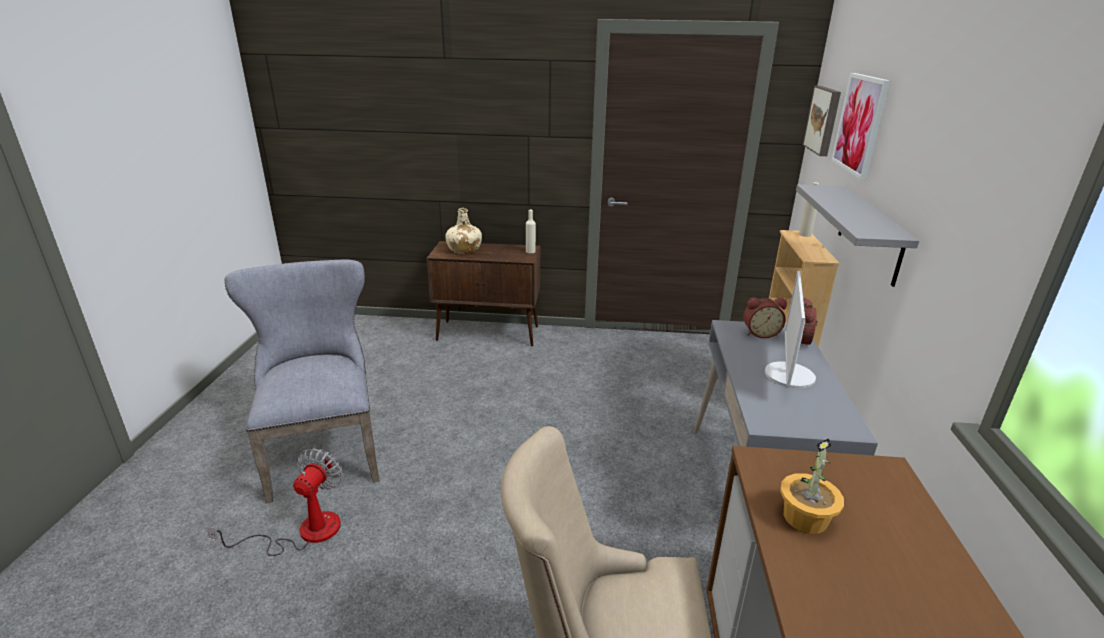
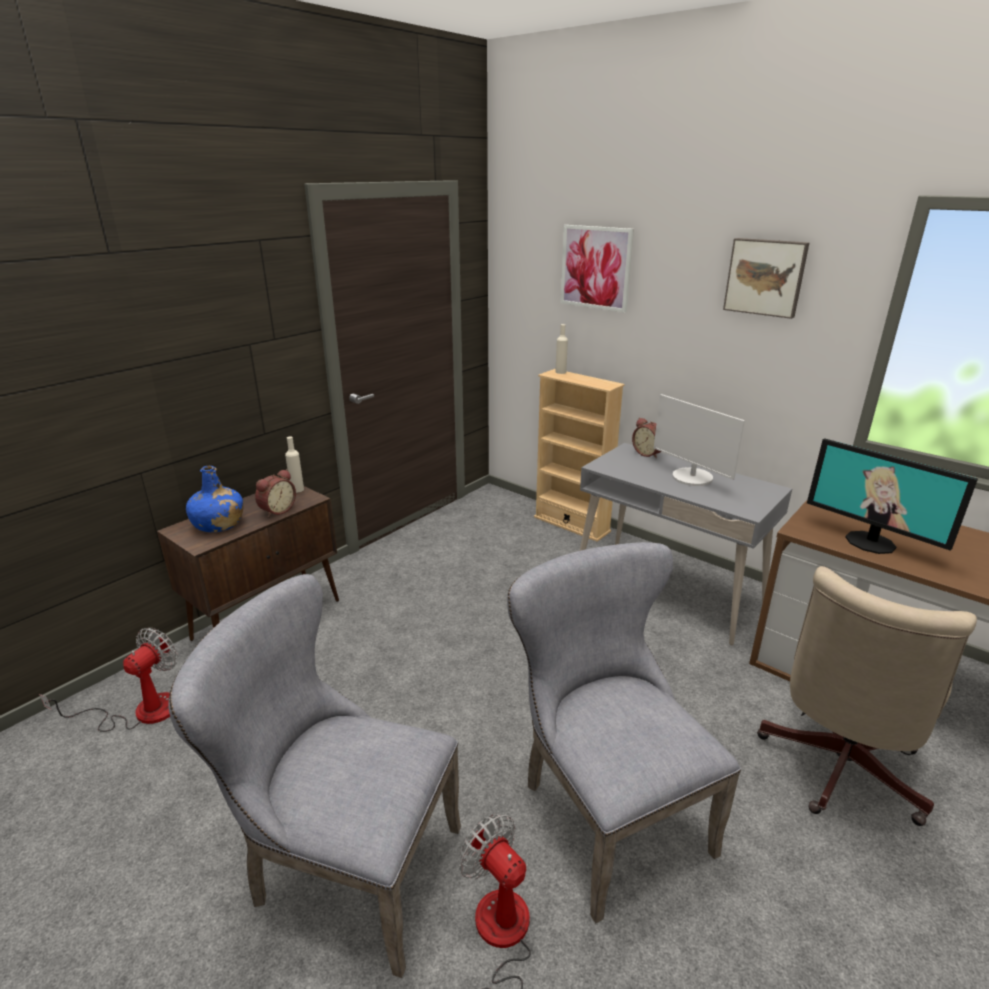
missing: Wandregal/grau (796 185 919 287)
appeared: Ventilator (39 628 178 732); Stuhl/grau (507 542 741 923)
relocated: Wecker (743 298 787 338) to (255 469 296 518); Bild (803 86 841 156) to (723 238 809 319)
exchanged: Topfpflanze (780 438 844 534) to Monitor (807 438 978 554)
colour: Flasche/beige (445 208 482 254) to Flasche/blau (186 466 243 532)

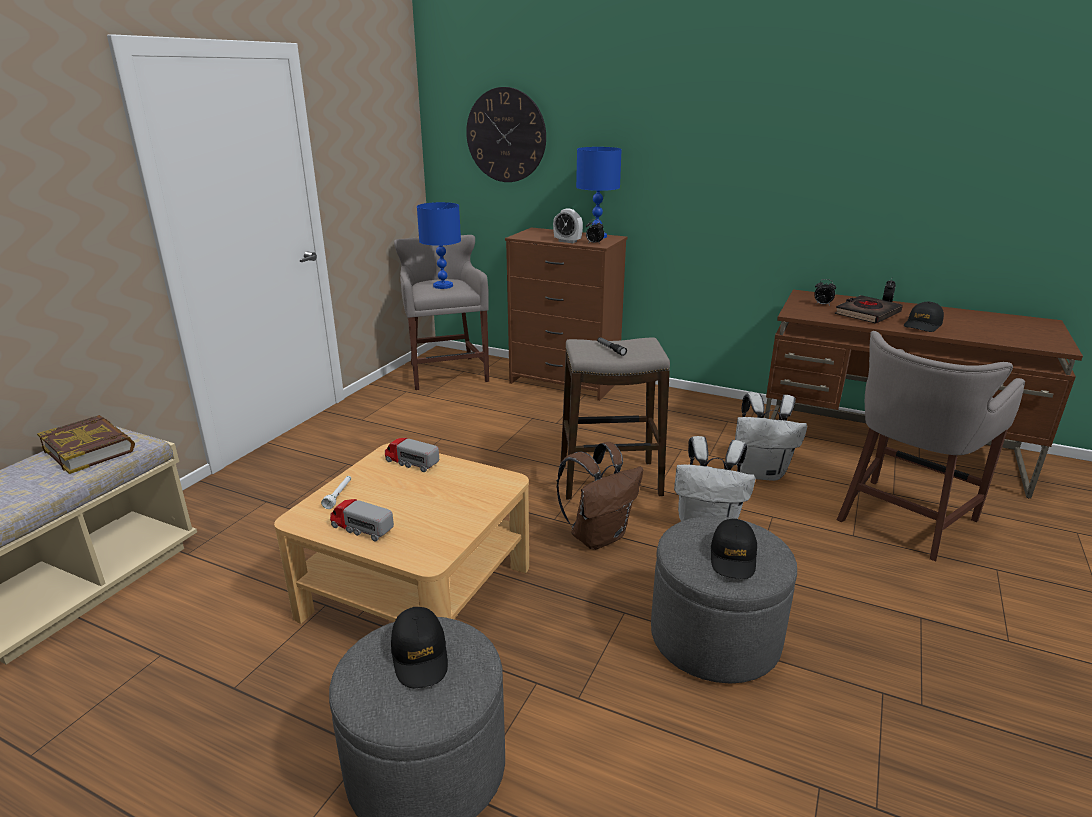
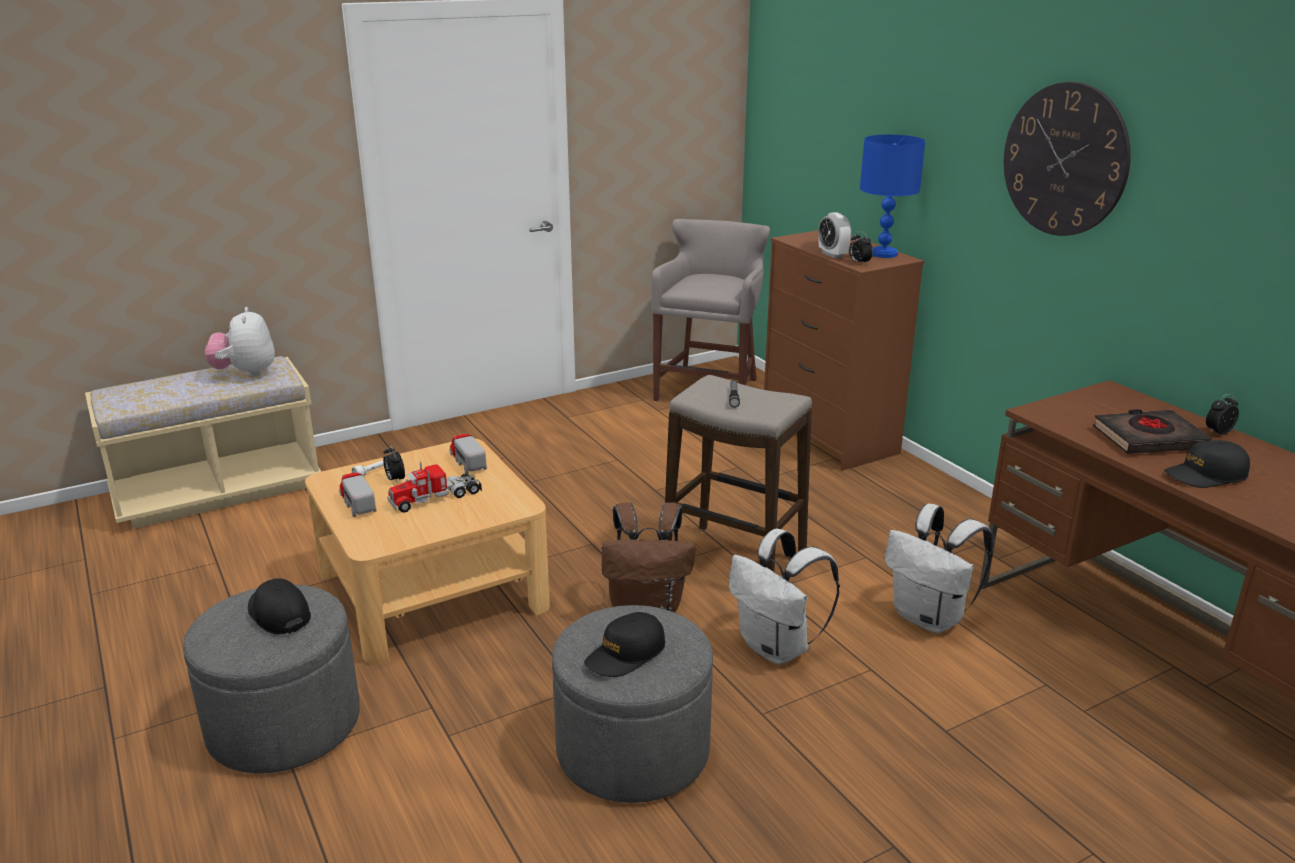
missing: Tischlampe/blau (417 202 461 289); Hocker/grau (837 331 1025 561)
appeared: Spielzeuglaster (387 462 482 513)
relocated: Wanduhr (466 87 546 182) to (1004 82 1131 236); Wecker (814 279 836 306) to (383 445 405 484)
exchanged: Buch (37 415 135 474) to Plüschtier (205 307 275 377)
spun: Kappe/schwarz (391 607 448 688) = (248 578 311 634) 120 degrees clockwise

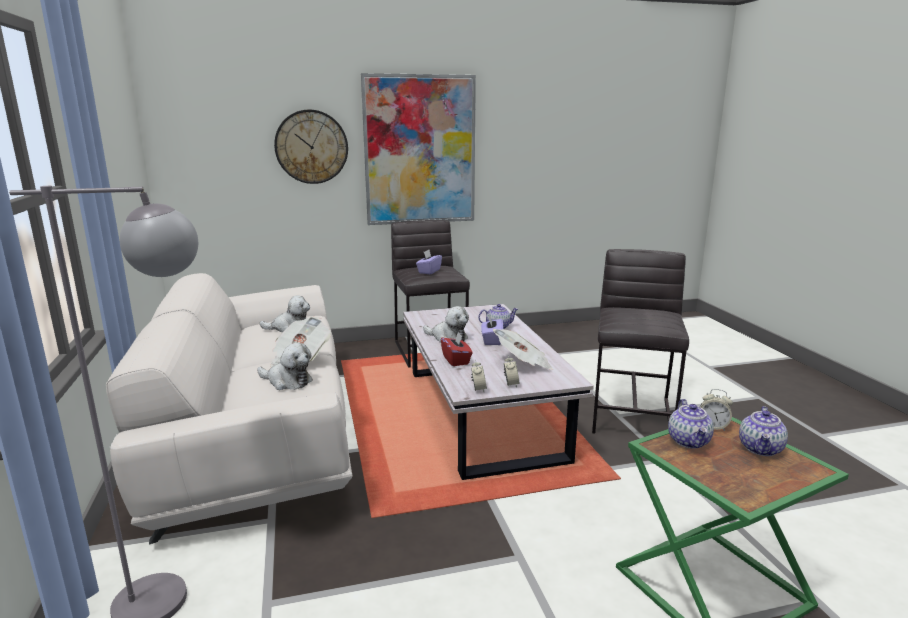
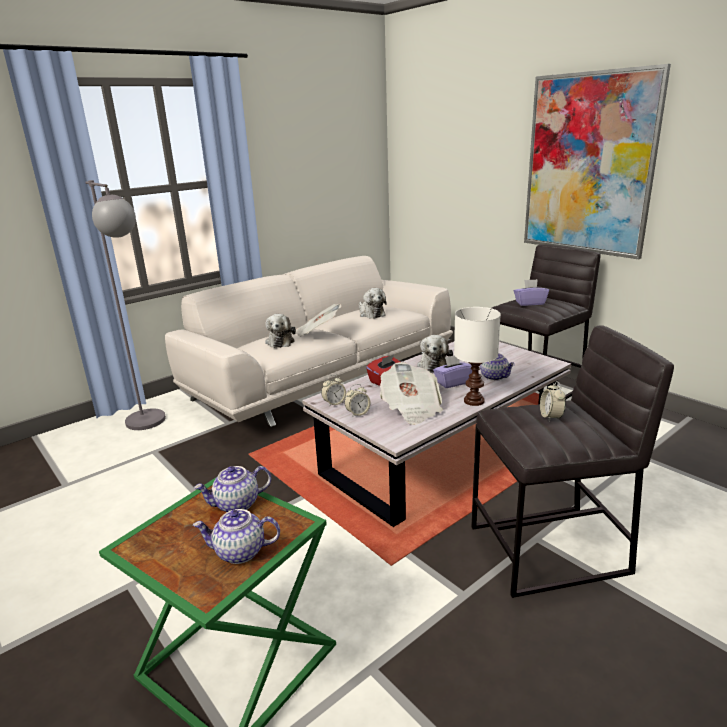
missing: Wanduhr (274 109 348 184)
appeared: Tischlampe/weiß (454 307 501 406)
relocated: Wecker (700 389 733 431) to (540 381 566 422)

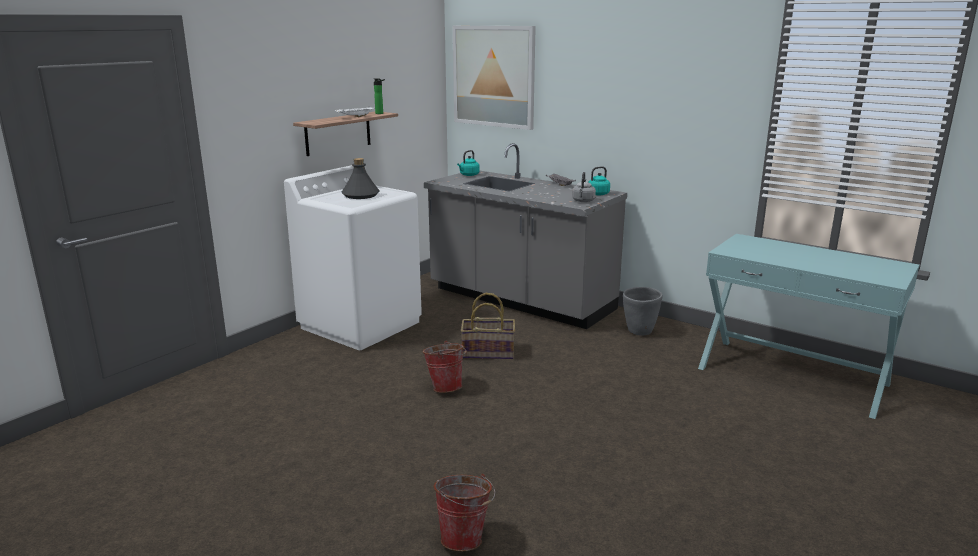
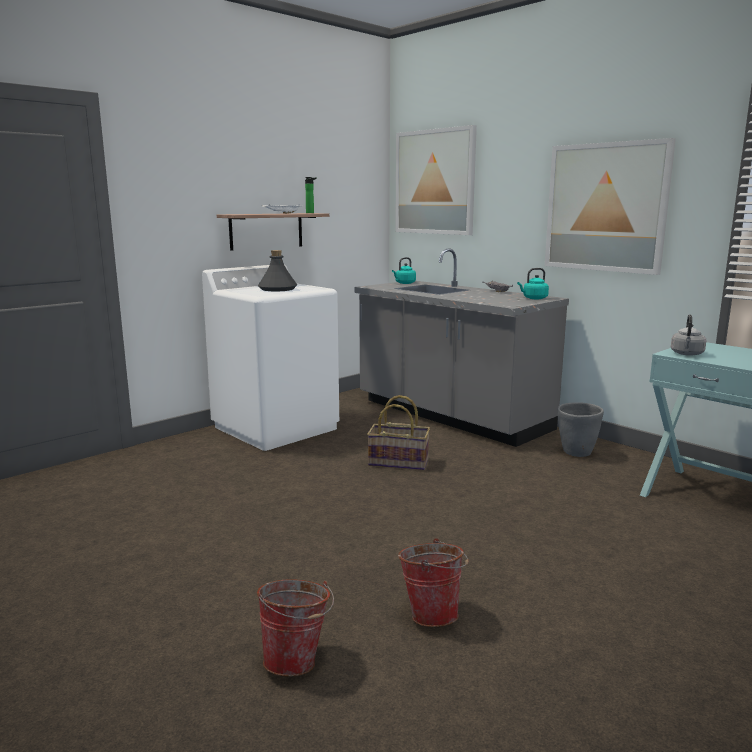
appeared: Bild (545 138 676 275)
relocated: Eimer (423 341 467 393) to (398 538 469 627); Wasserkessel/grau (572 172 596 202) to (671 314 707 356)

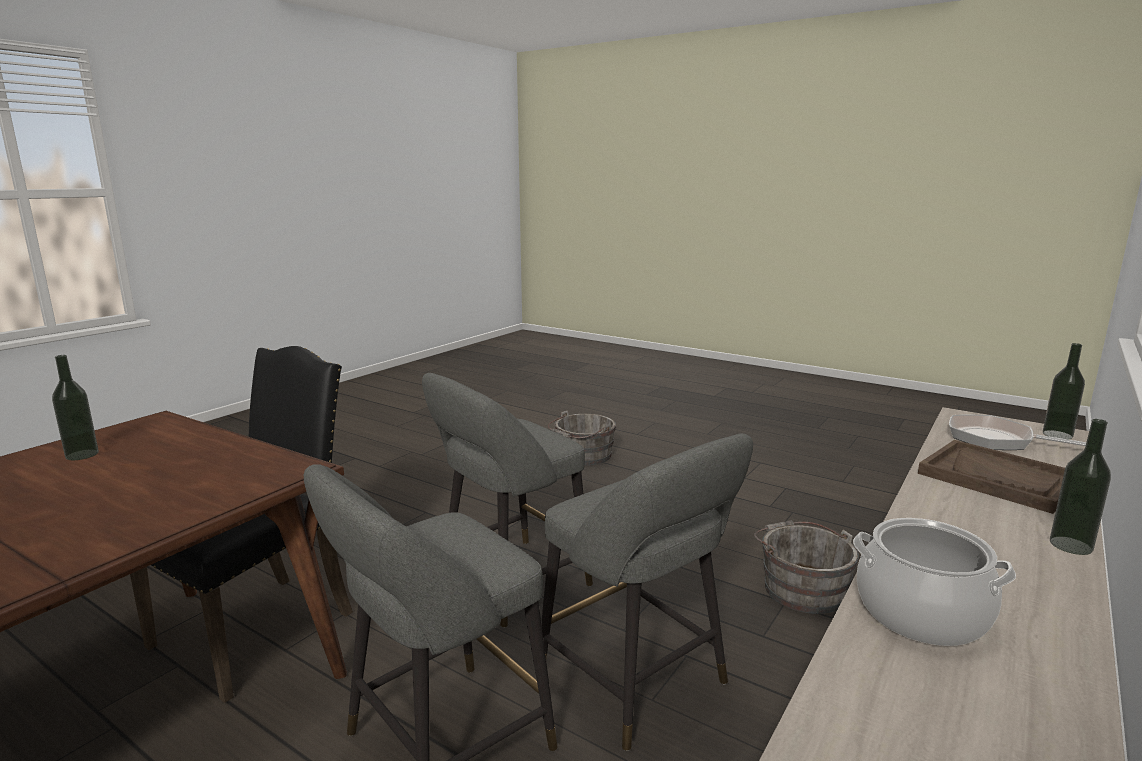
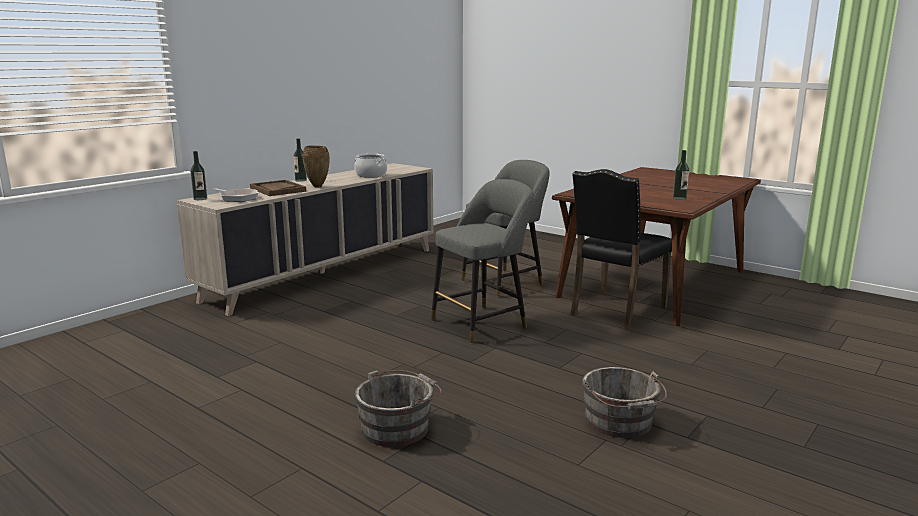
missing: Hocker/grau (541 434 753 751)
appeared: Vase/braun (303 145 330 188)
relocated: Eimer/grau (754 520 859 614) to (582 367 667 438)

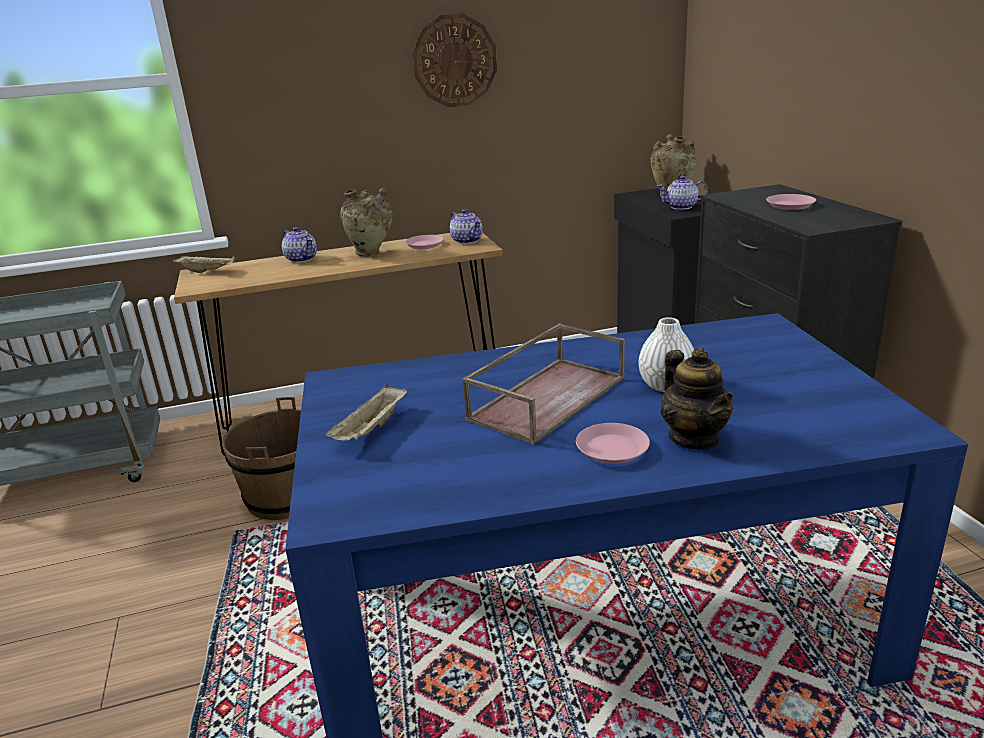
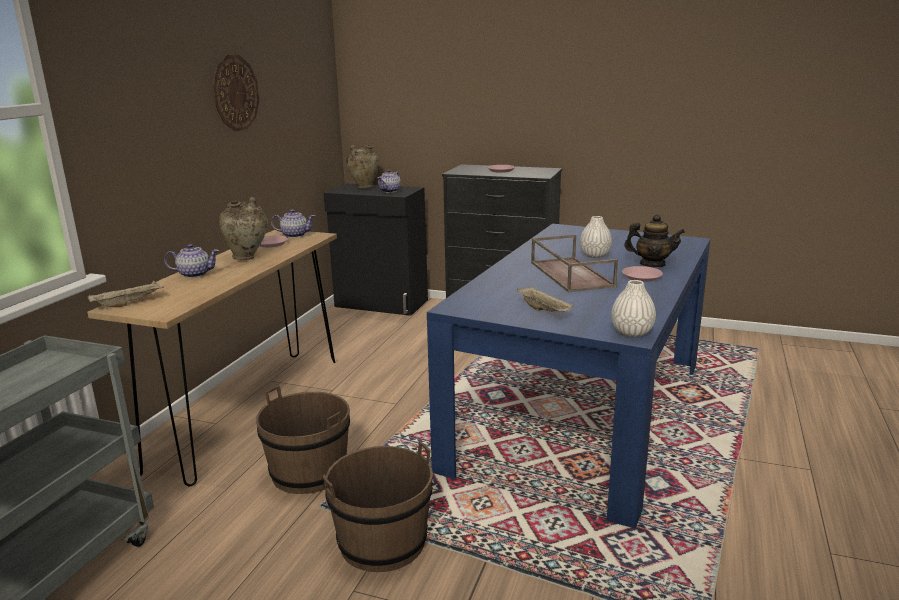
appeared: Eimer/braun (322 441 433 572); Vase/weiß (611 280 656 337)

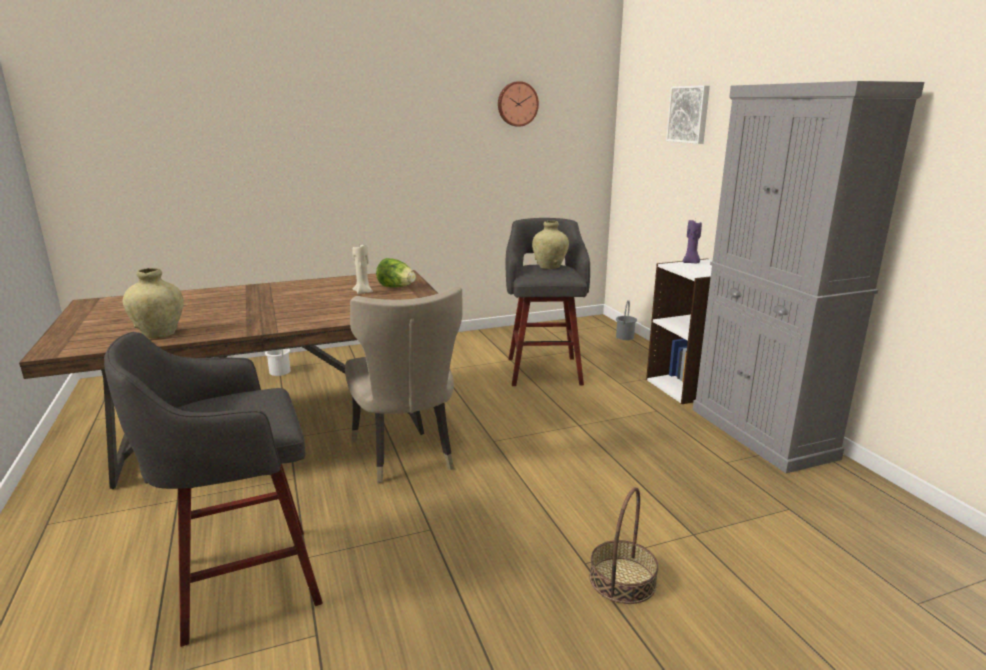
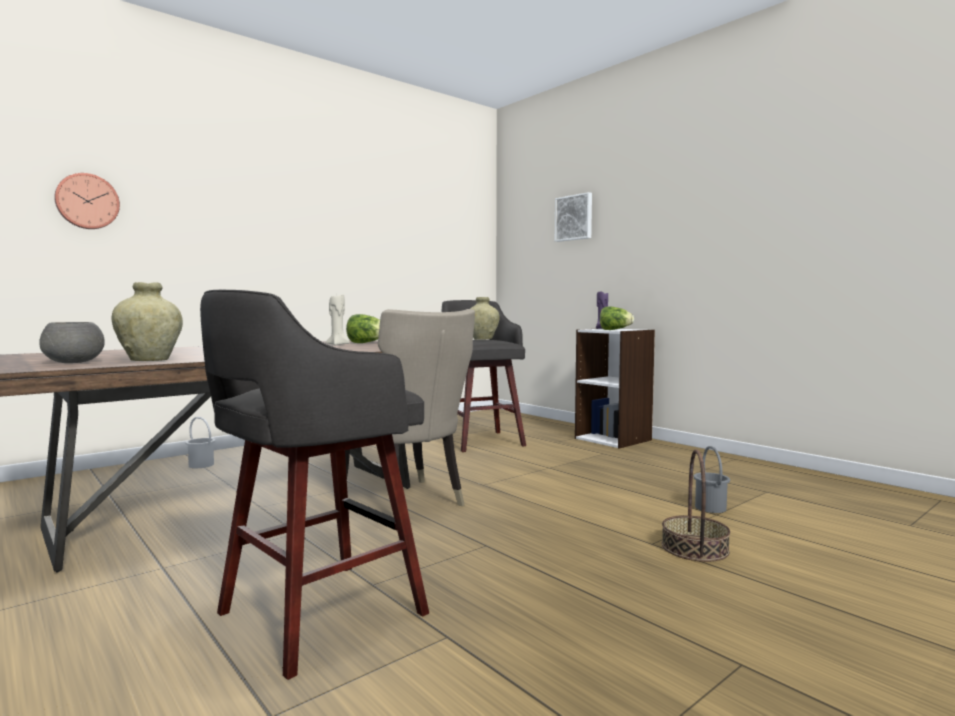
missing: Schrank/grau (693 81 924 473)
appeared: Schüssel/grau (39 322 105 363); Salatkopf (600 307 634 330)
relocated: Wanduhr (498 81 539 127) to (54 173 120 229); Eimer/grau (616 300 637 340) to (693 446 730 513)

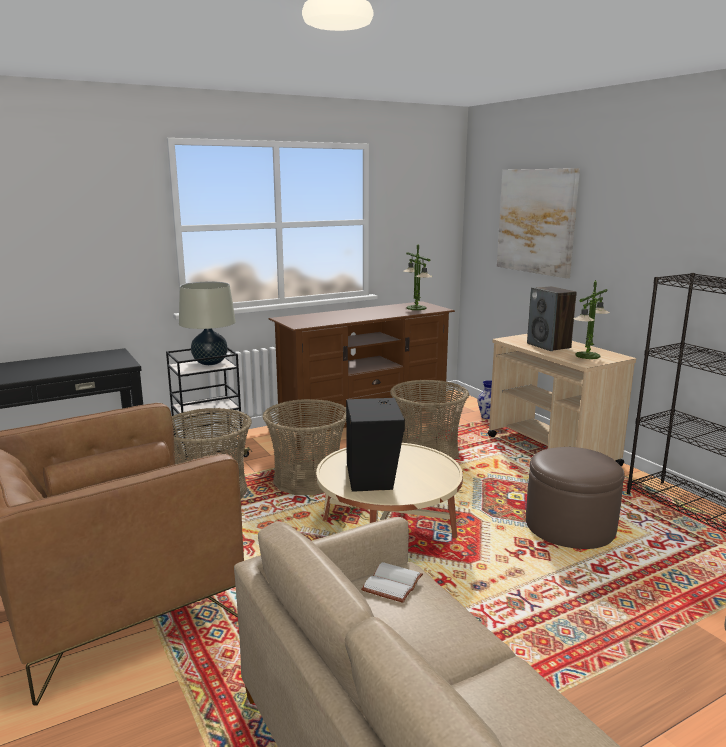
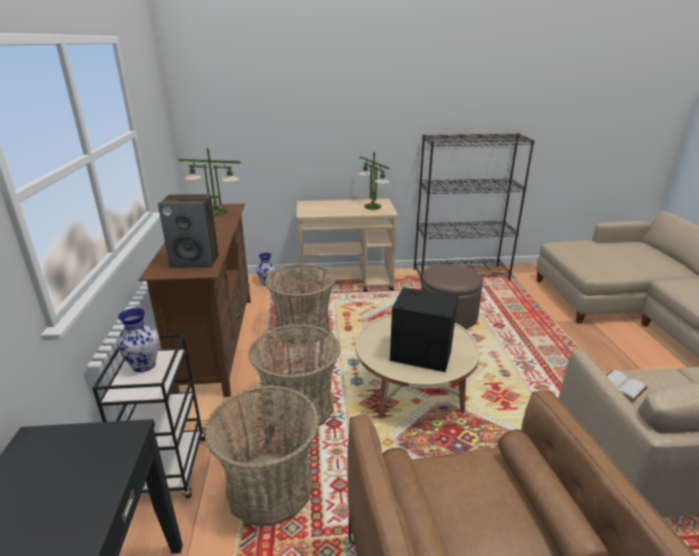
missing: Bild (497 168 580 278)
relocated: Lautsprecher (527 286 577 351) to (158 194 219 268)
exchanged: Tischlampe/beige (179 282 236 365) to Vase (117 308 159 372)

